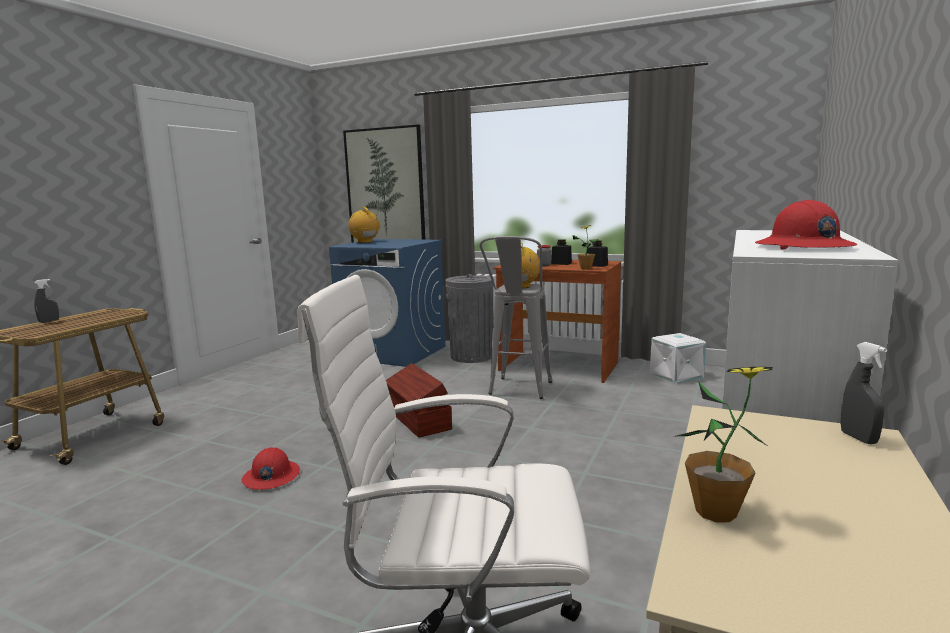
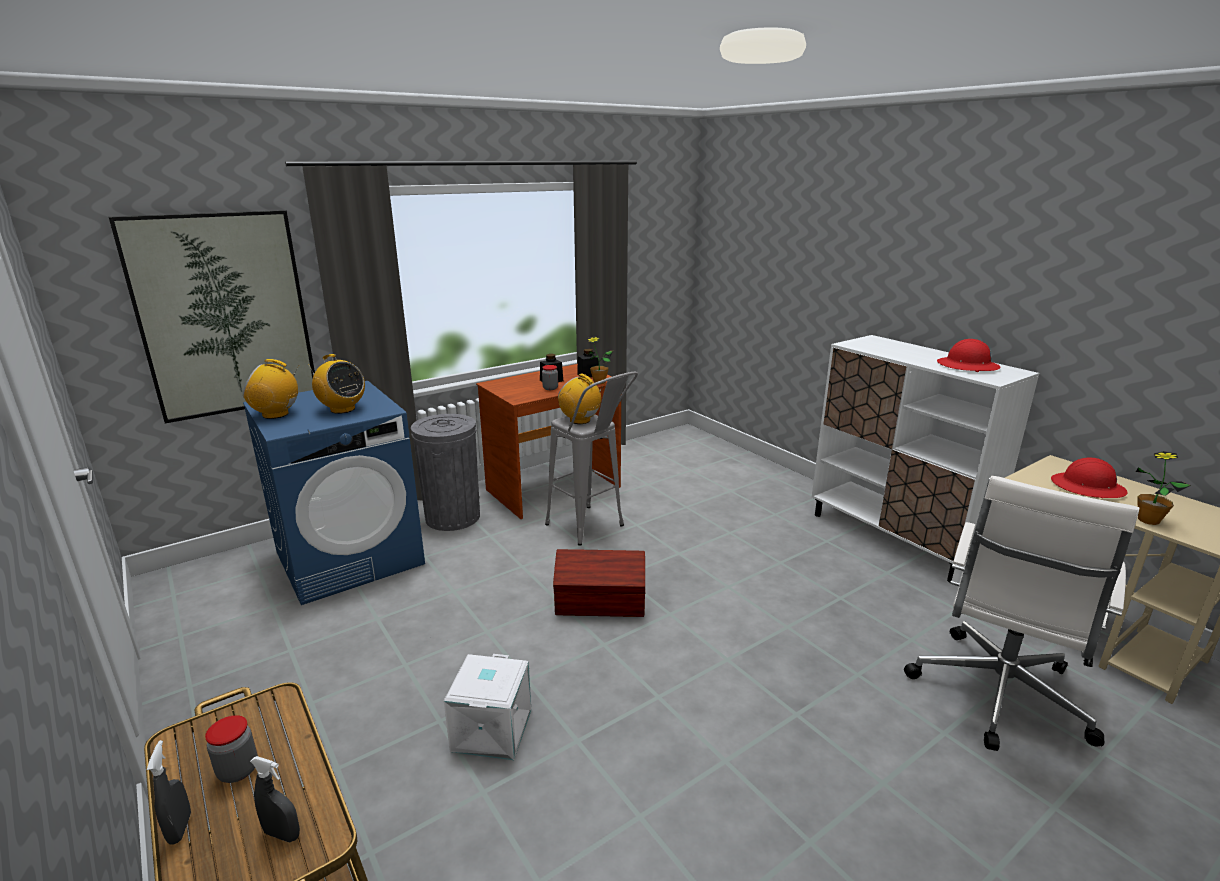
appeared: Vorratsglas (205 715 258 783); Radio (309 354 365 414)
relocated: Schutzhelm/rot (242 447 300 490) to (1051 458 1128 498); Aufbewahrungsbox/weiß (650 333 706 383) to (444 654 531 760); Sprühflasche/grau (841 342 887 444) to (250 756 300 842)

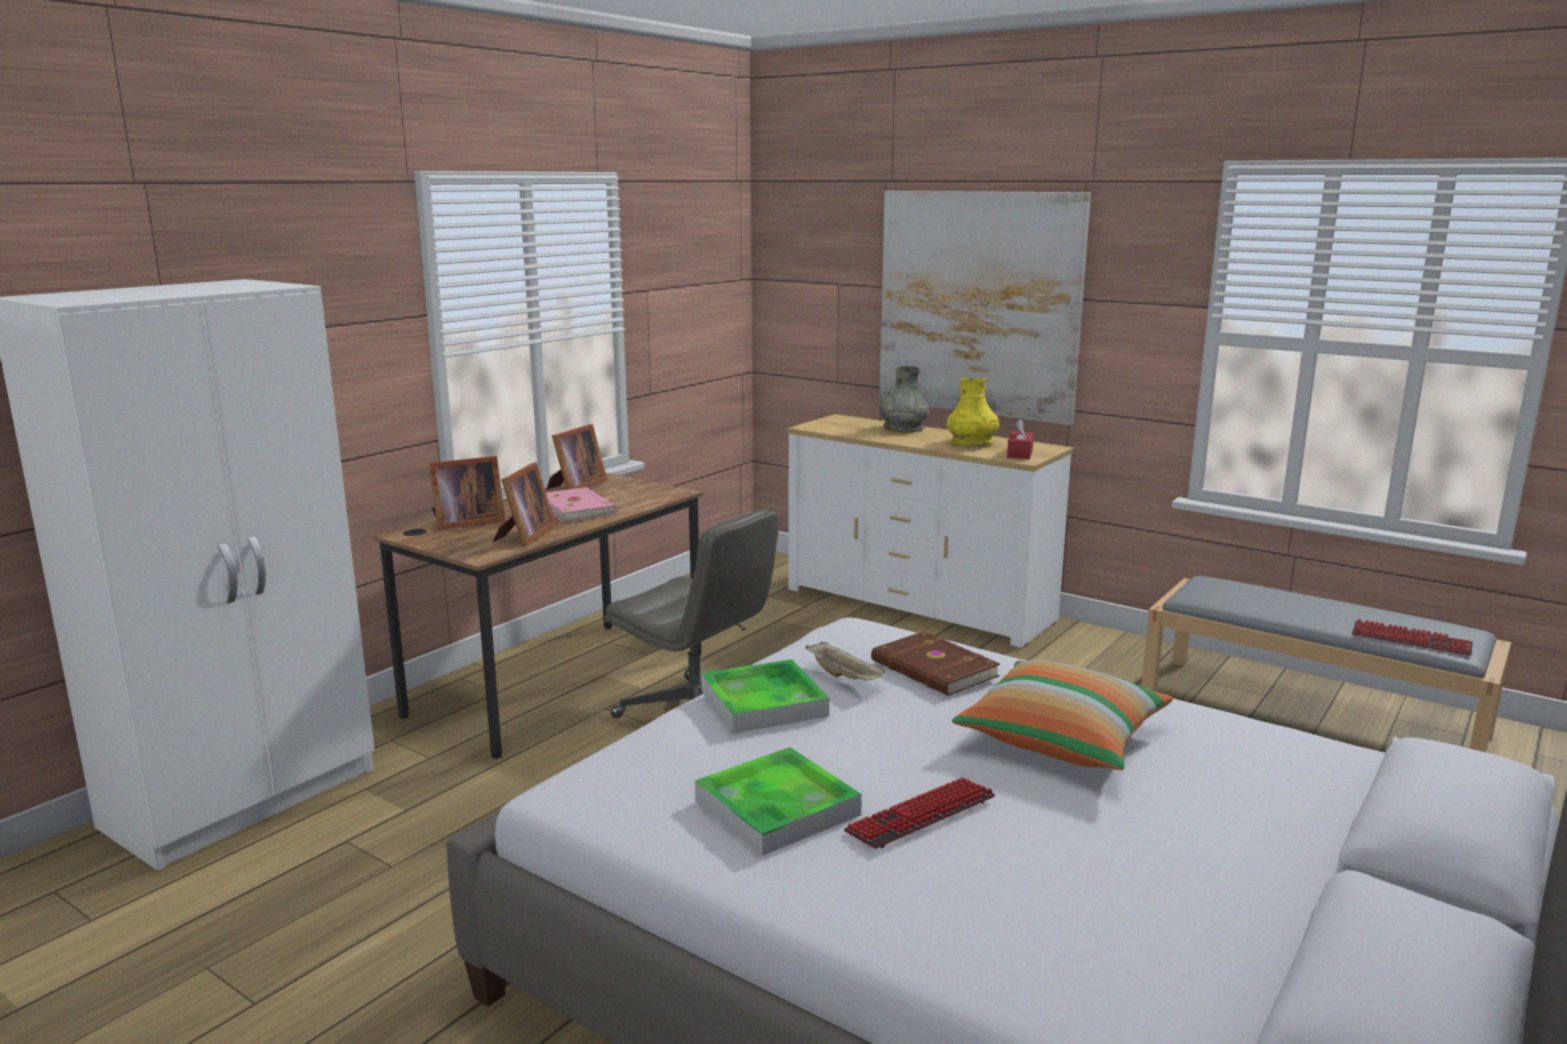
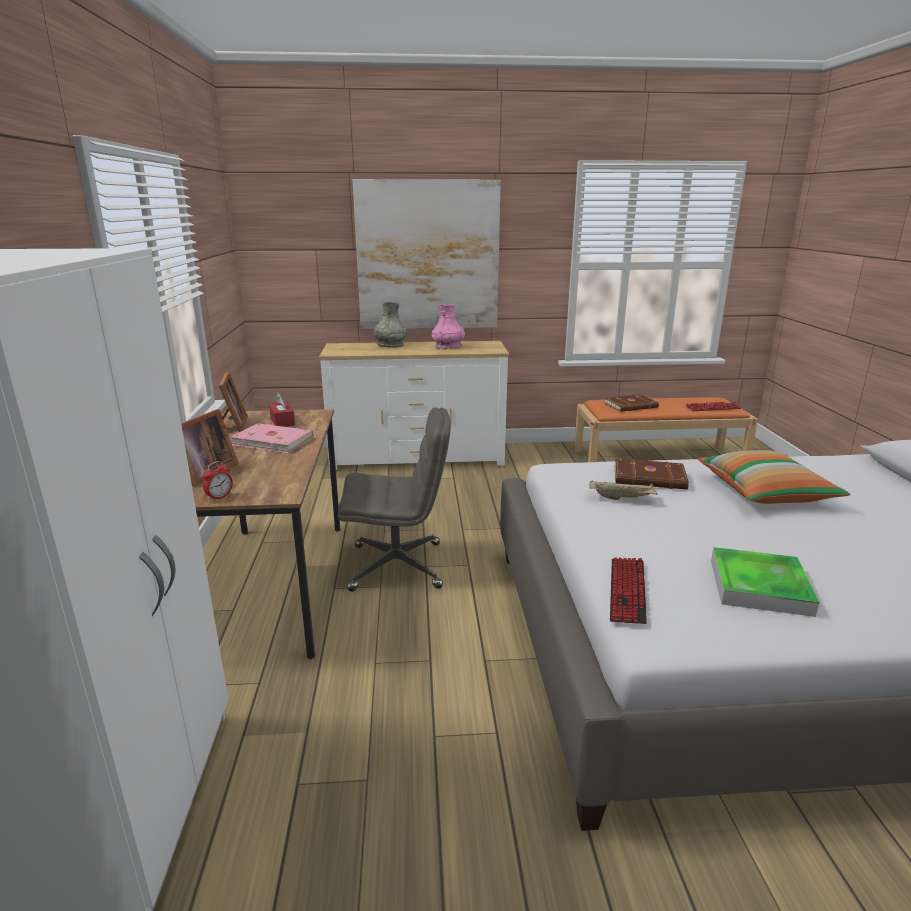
missing: Bilderrahmen (493 462 556 546); Tablett (701 659 829 733)
appeared: Wecker (203 461 233 501); Buch/braun (605 394 659 412)
relocated: Tastatur (844 777 995 849) to (610 557 647 624); Taschentuchbox/rot (1007 419 1034 459) to (269 393 295 427)
colour: Vase/gelb (946 378 999 445) to Vase/rosa (432 304 465 349); Bank/grau (1141 576 1511 752) to Bank/orange (574 397 758 462)

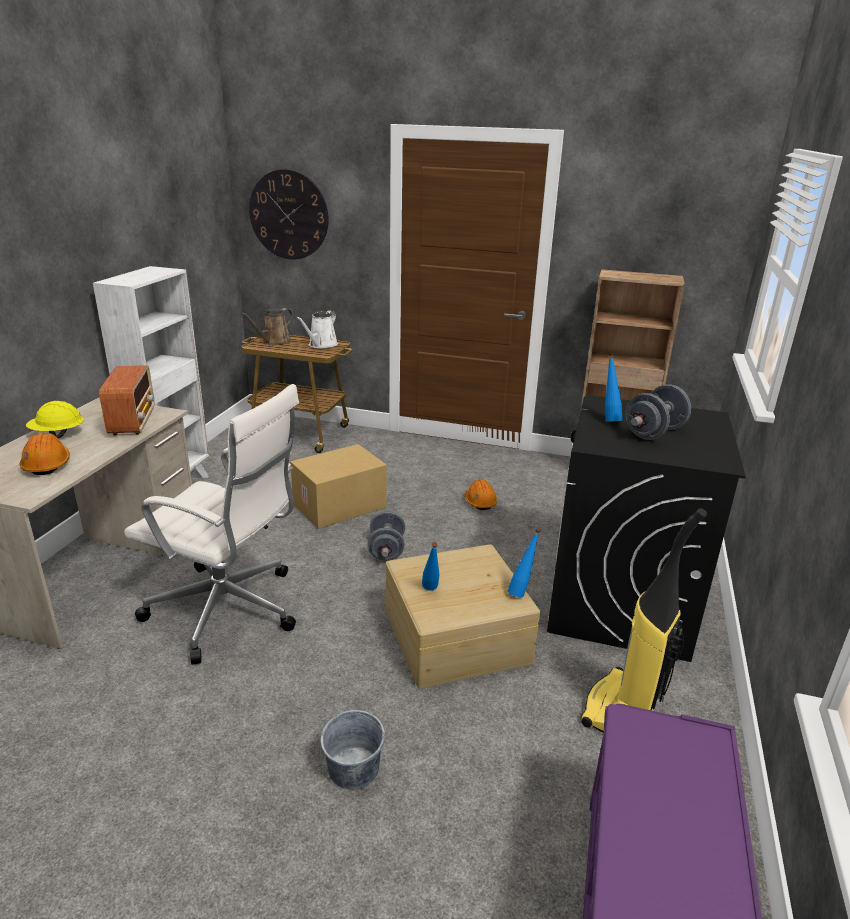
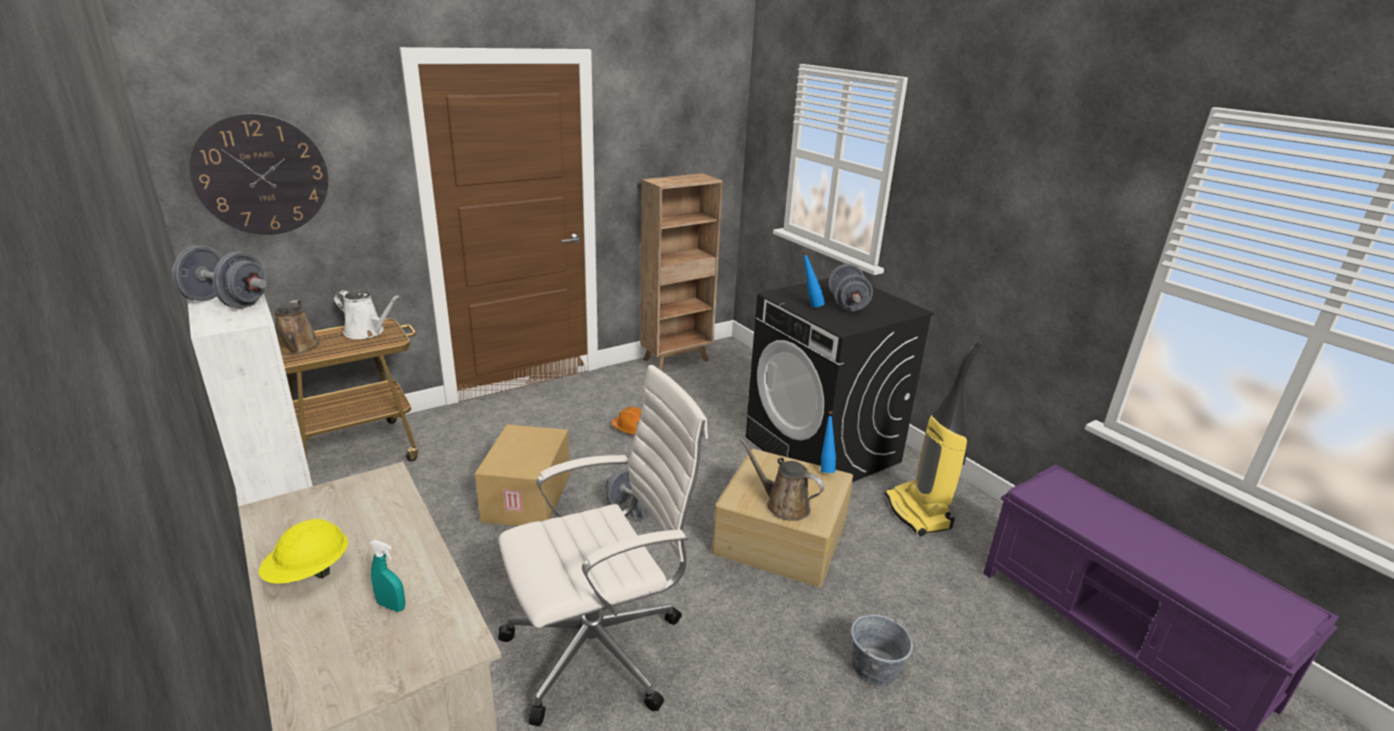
missing: Radio (99 365 154 435)
appeared: Hantel/grau (172 246 267 309)
exchanged: Schutzhelm/orange (20 433 70 475) to Sprühflasche/türkis (369 540 405 612); Flasche/blau (422 542 439 591) to Gießkanne/braun (739 438 824 521)
spun: Gießkanne/weiß (296 311 338 349) = (334 290 400 339) 45 degrees counterclockwise

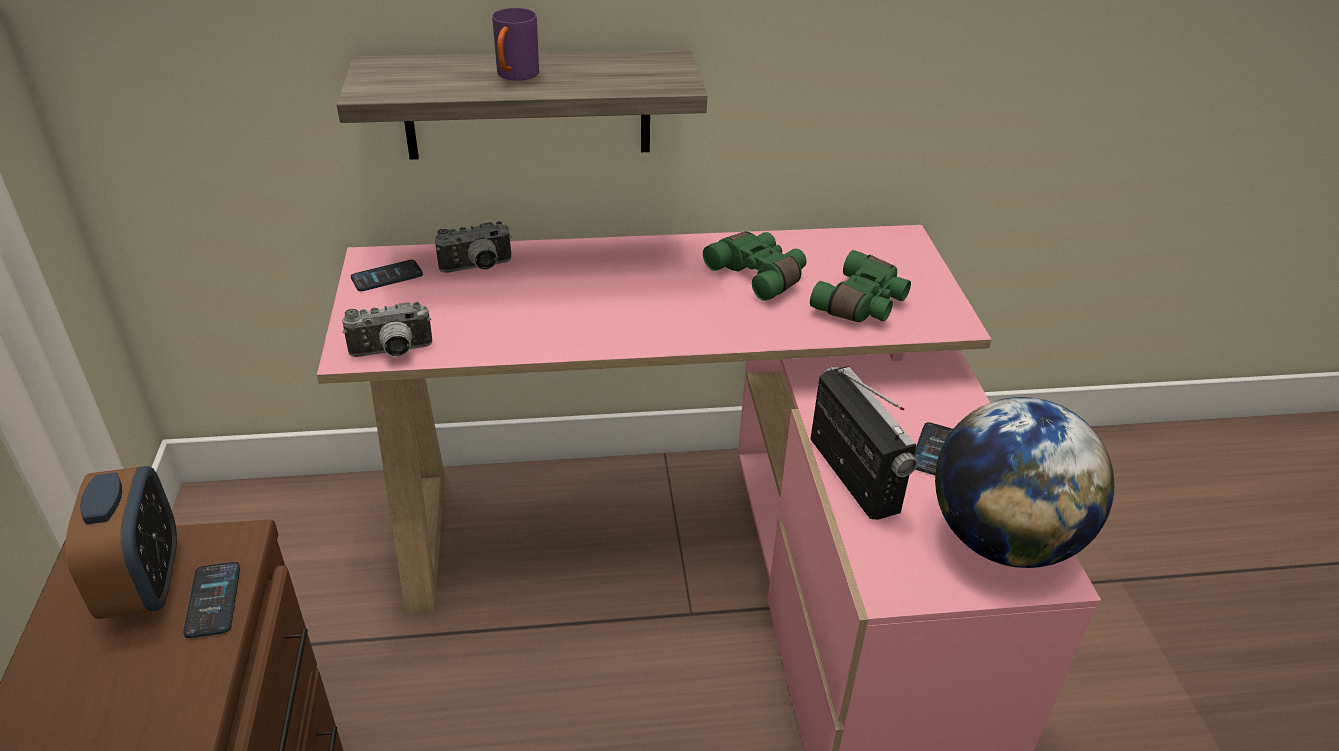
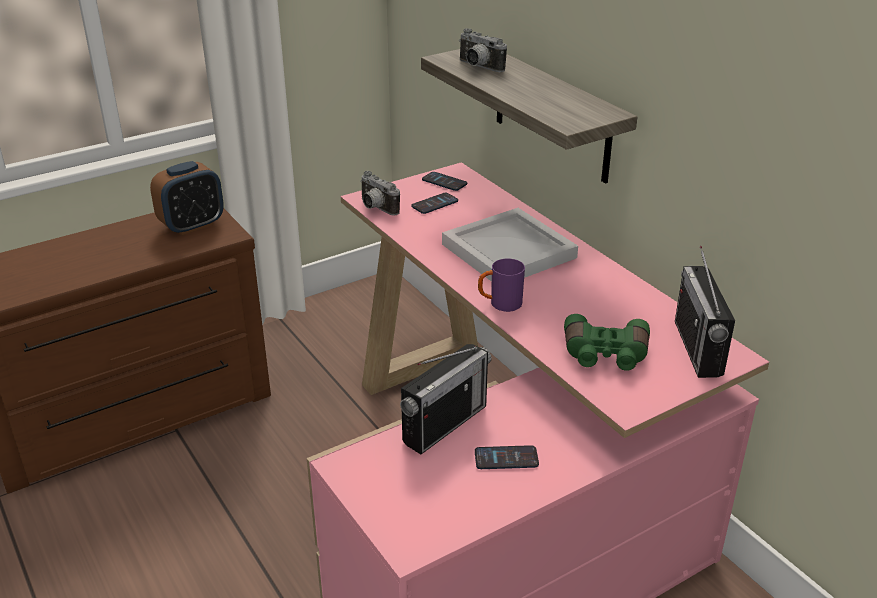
missing: Fernglas/grün (703 232 806 301); Globus (935 397 1114 568)
appeared: Tablett/weiß (442 208 578 282); Radio (675 246 735 378)
relocated: Handy (183 562 240 638) to (411 193 458 214); Kamera (435 221 512 273) to (459 28 507 72); Henkelbecher/lila (492 8 539 81) to (478 258 525 312)

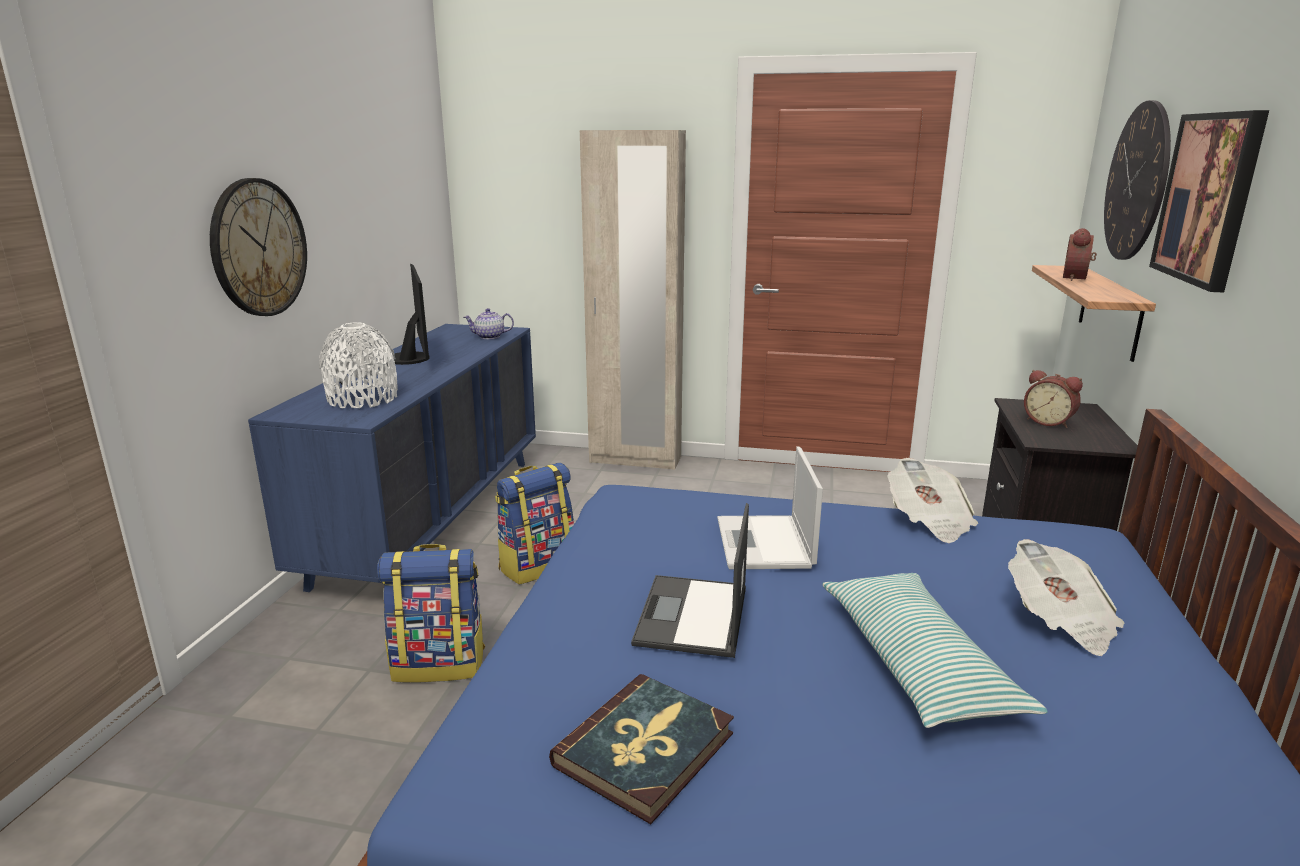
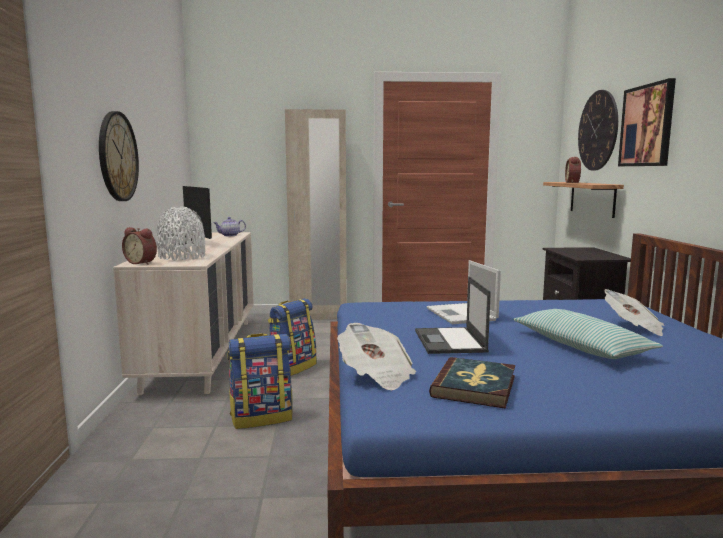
relocated: Zeitung (887 458 978 543) to (337 323 416 390); Wecker (1024 370 1083 428) to (122 227 157 265)
colour: Kommode/blau (248 324 536 592) to Kommode/beige (113 232 254 395)

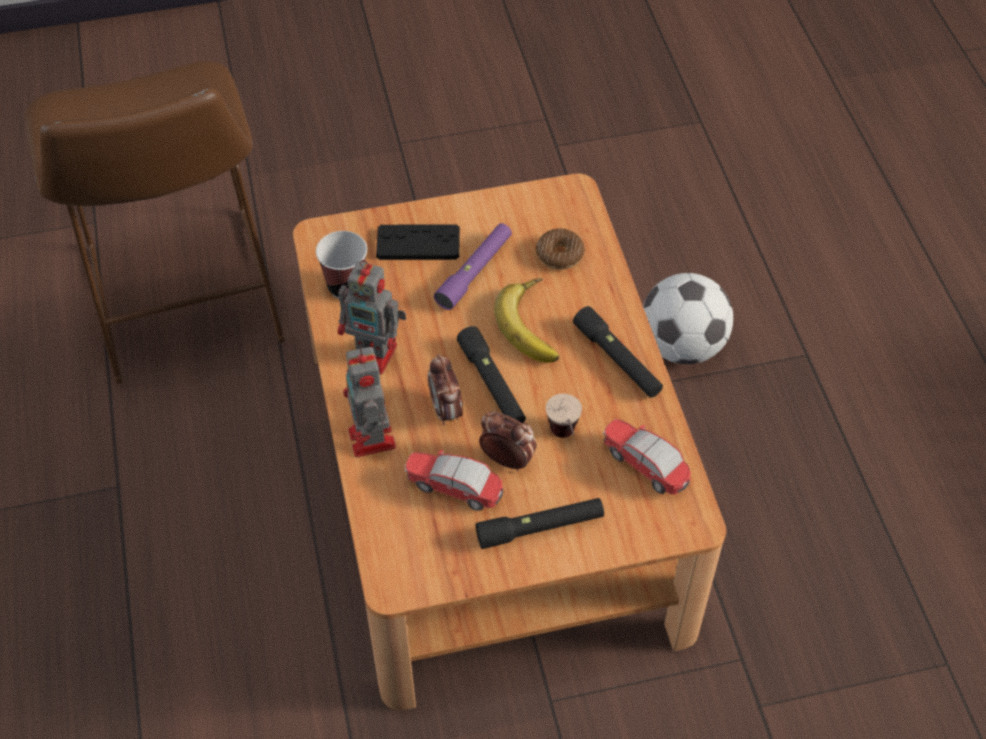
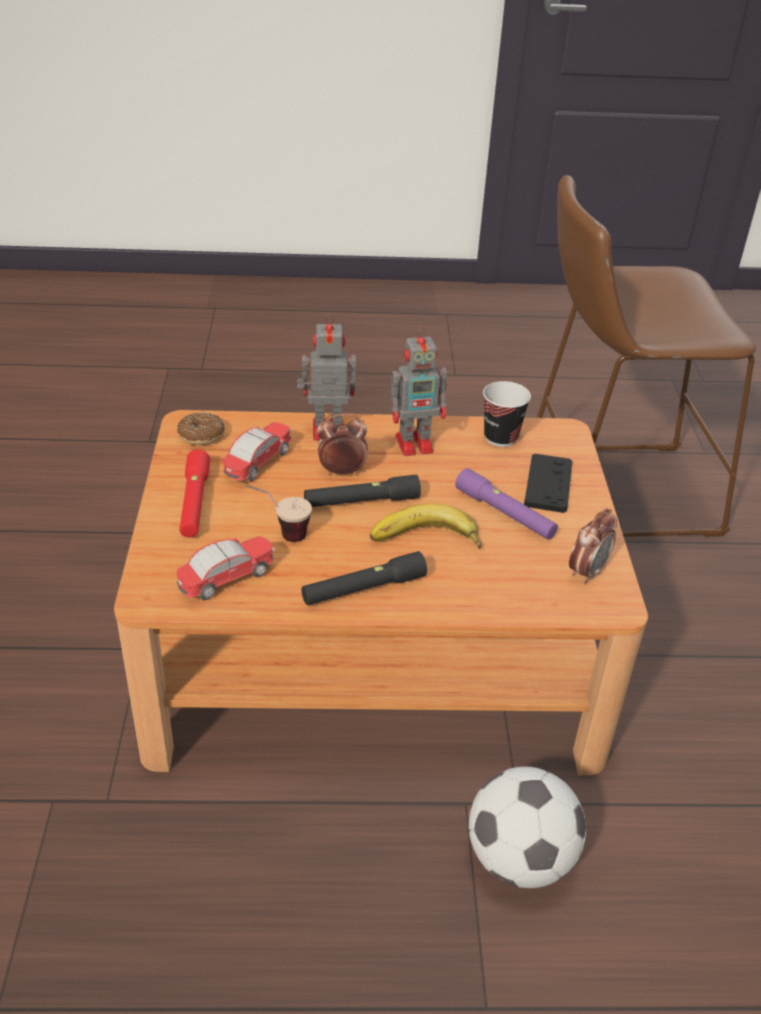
relocated: Wecker (479 411 537 471) to (569 508 617 584); Donut (536 228 585 269) to (177 412 225 445)
colour: Taschenlampe/schwarz (476 498 604 549) to Taschenlampe/rot (179 450 210 537)
spun: Spielzeugroboter (338 260 406 374) = (391 327 447 456) 135 degrees counterclockwise

